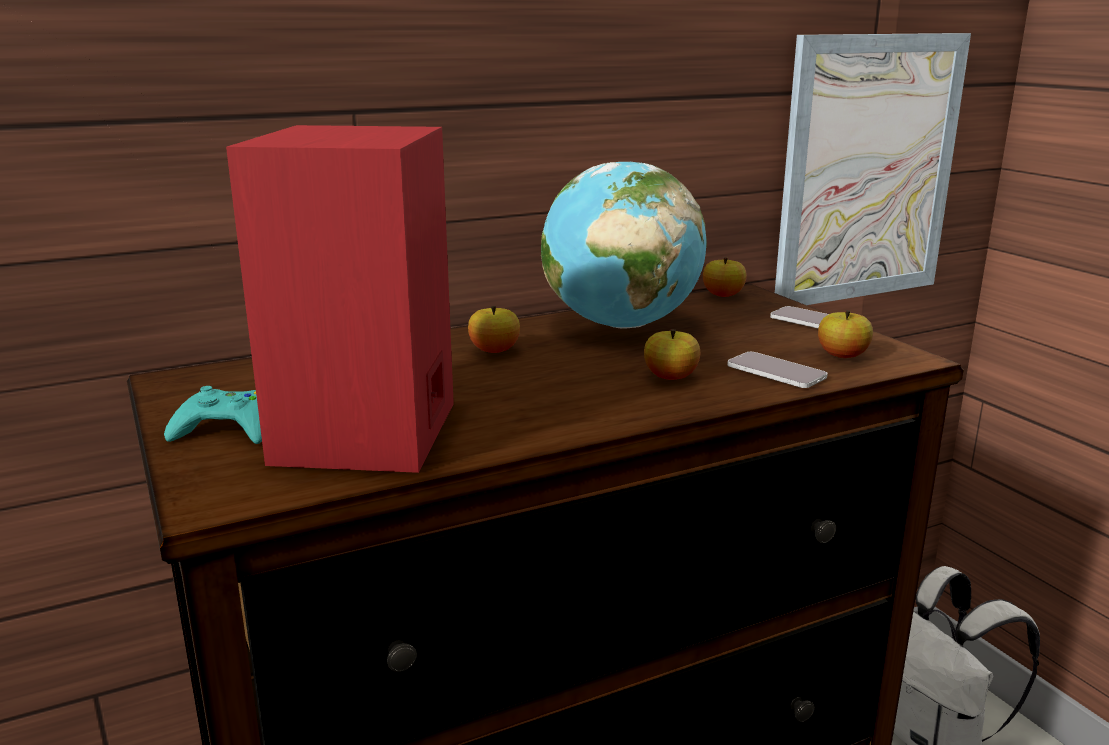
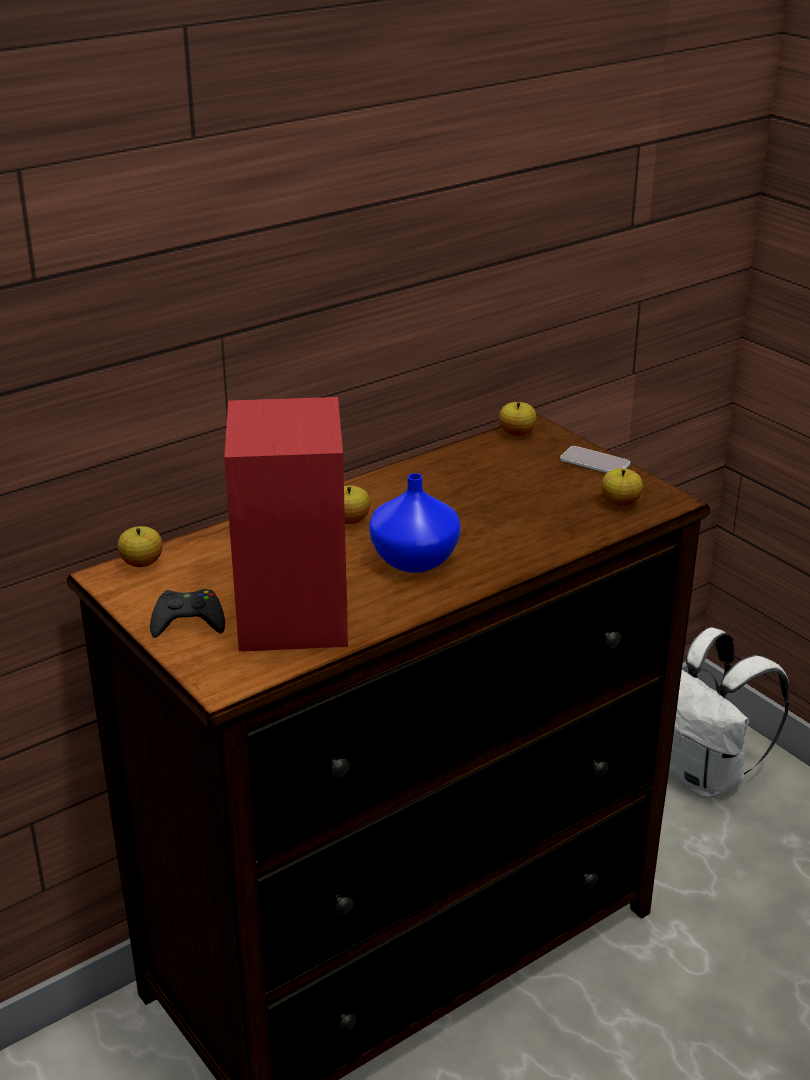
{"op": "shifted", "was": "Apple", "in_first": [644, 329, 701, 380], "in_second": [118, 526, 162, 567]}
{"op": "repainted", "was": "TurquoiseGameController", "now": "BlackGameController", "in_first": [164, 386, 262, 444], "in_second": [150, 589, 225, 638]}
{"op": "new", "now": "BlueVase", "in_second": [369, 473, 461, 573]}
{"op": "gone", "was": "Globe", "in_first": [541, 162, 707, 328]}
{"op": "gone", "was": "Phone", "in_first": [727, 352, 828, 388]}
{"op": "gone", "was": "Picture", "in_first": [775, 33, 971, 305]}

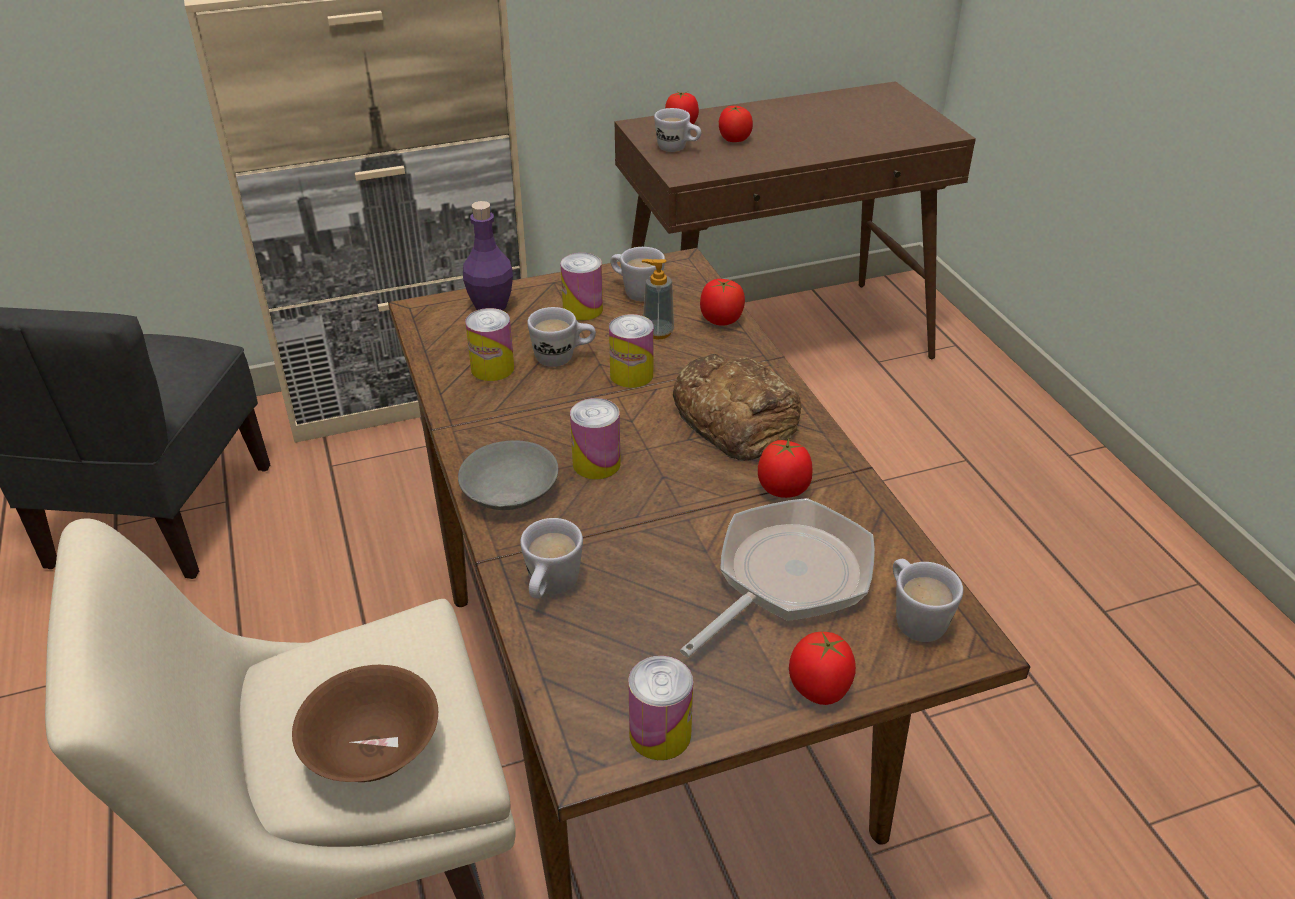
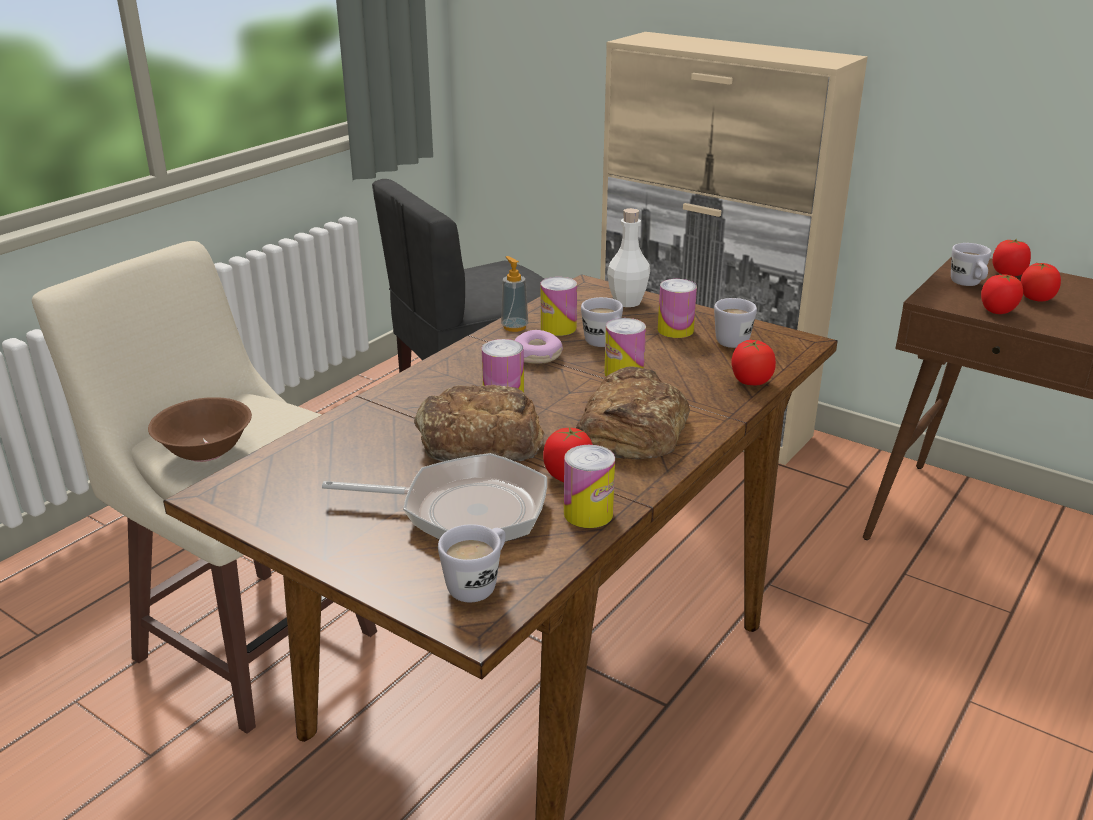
{"op": "new", "now": "Bread", "in_second": [414, 385, 545, 462]}
{"op": "shifted", "was": "SoapDispenser", "in_first": [642, 259, 674, 339], "in_second": [501, 256, 528, 332]}
{"op": "new", "now": "Donut", "in_second": [514, 330, 563, 364]}
{"op": "shifted", "was": "Can", "in_first": [628, 656, 693, 760], "in_second": [564, 445, 615, 528]}
{"op": "repainted", "was": "PurpleBottle", "now": "WhiteBottle", "in_first": [463, 201, 513, 310], "in_second": [607, 208, 650, 307]}
{"op": "shifted", "was": "Tomato", "in_first": [789, 632, 856, 705], "in_second": [981, 274, 1023, 314]}
{"op": "gone", "was": "GreyBowl", "in_first": [458, 440, 558, 510]}
{"op": "gone", "was": "WhiteMug", "in_first": [520, 518, 583, 598]}

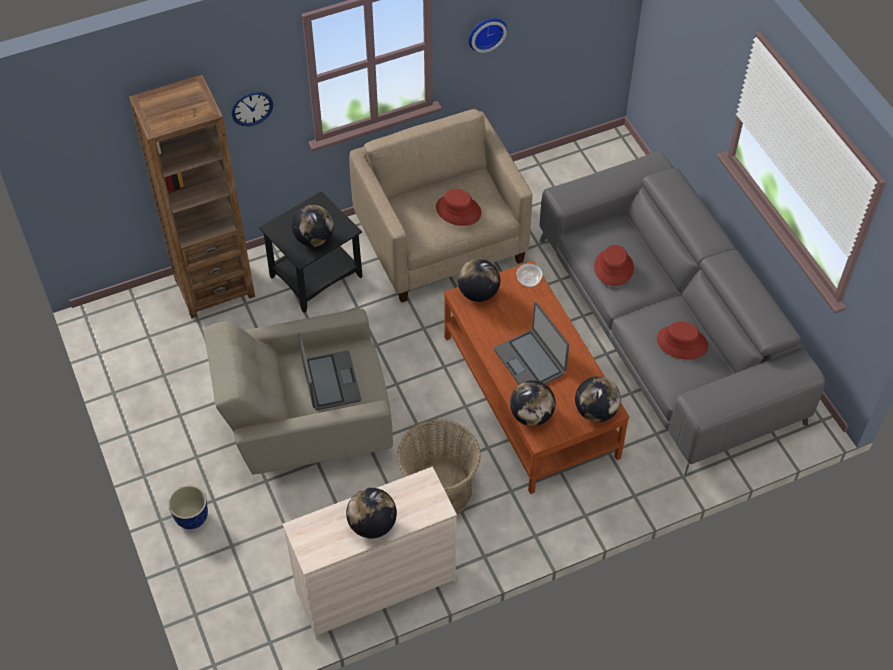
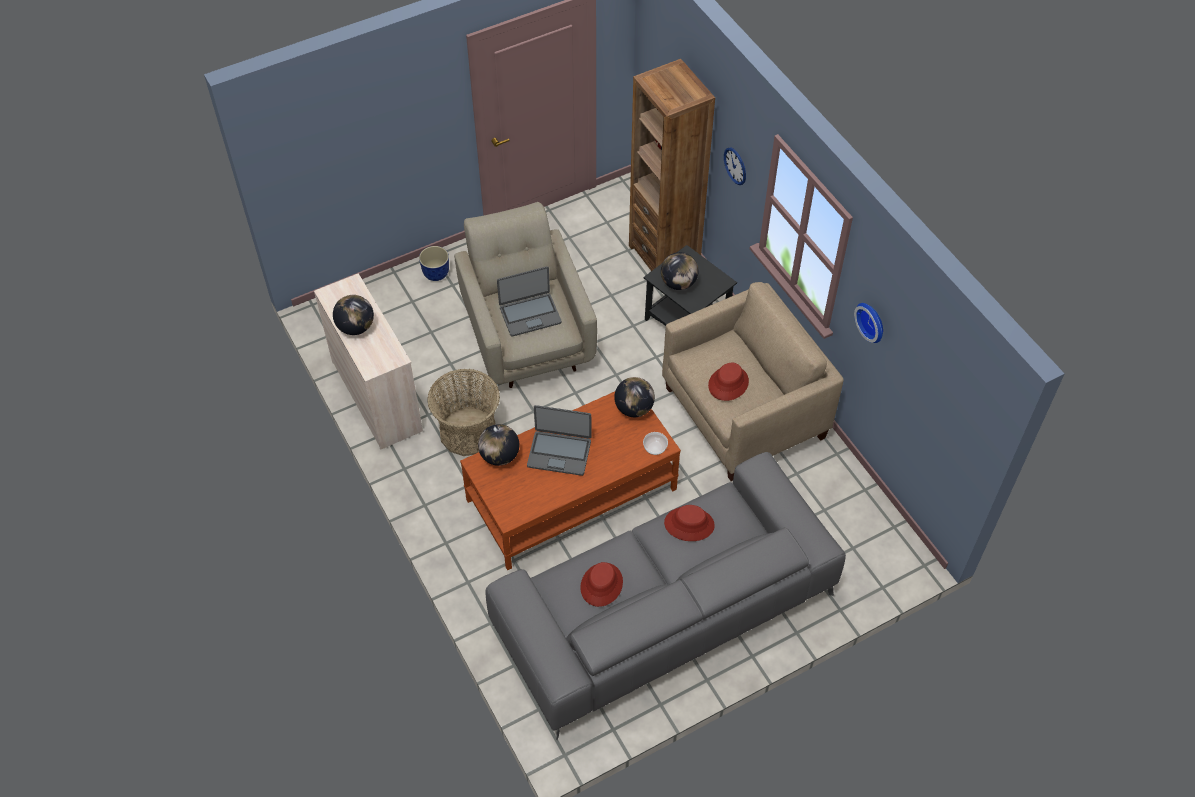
{"op": "rotated", "was": "Laptop", "in_first": [494, 302, 569, 385], "in_second": [527, 405, 591, 476], "clockwise": -135}
{"op": "gone", "was": "Globe", "in_first": [575, 376, 621, 422]}

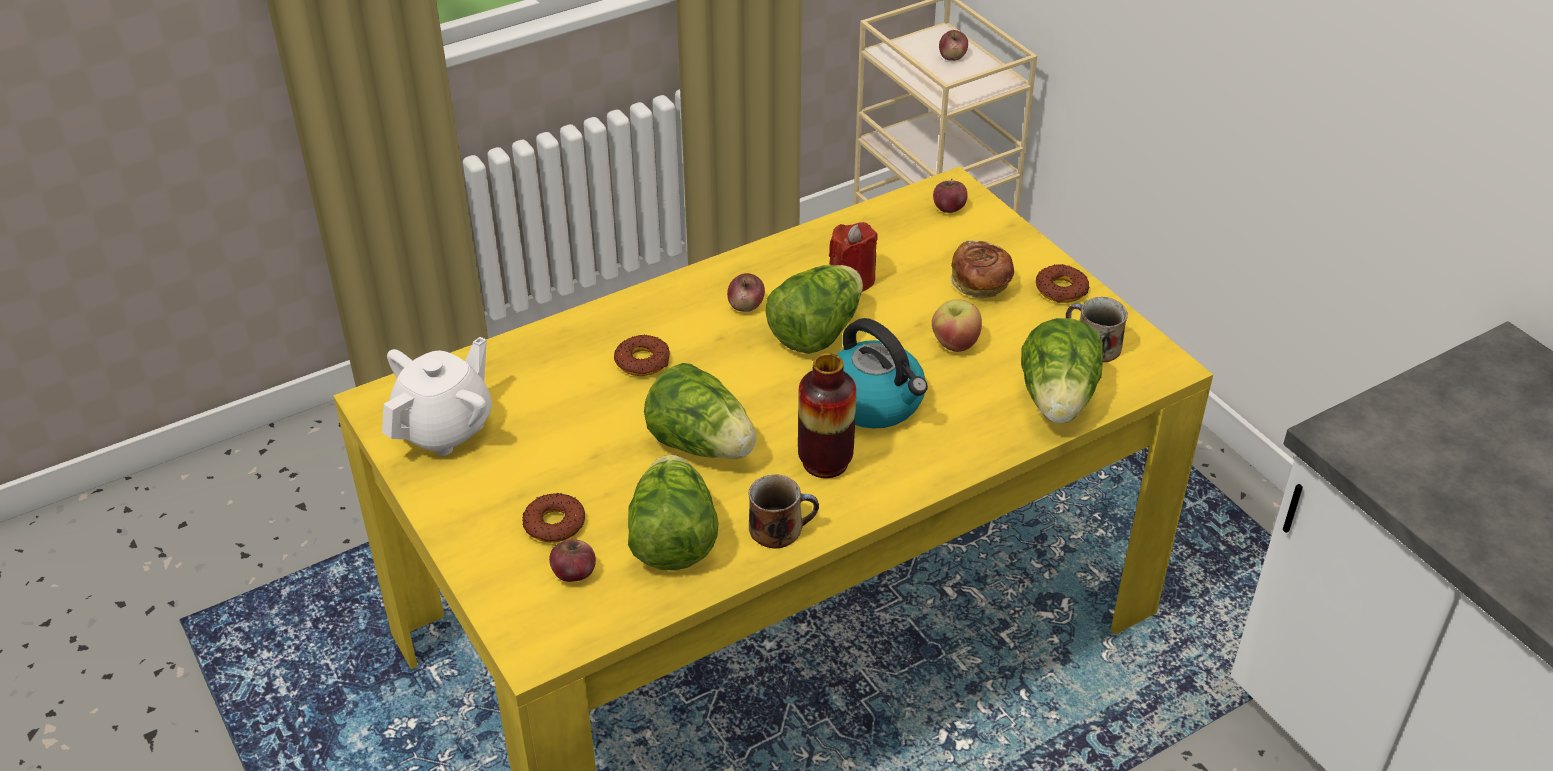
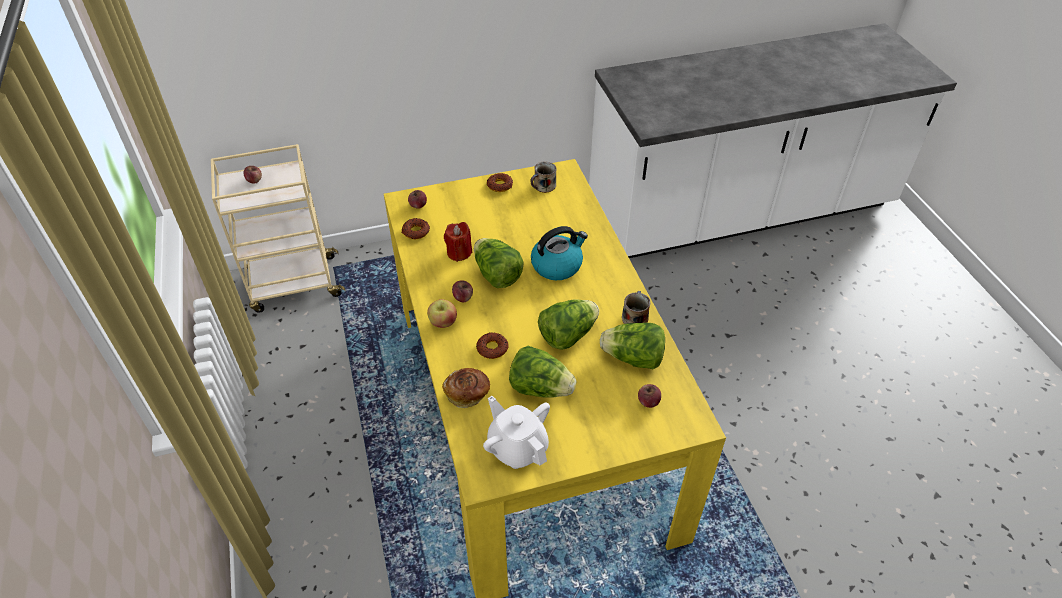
{"op": "shifted", "was": "Donut", "in_first": [522, 493, 585, 543], "in_second": [402, 218, 430, 239]}
{"op": "shifted", "was": "Apple", "in_first": [932, 299, 982, 352], "in_second": [427, 299, 457, 328]}
{"op": "shifted", "was": "Bread", "in_first": [950, 241, 1014, 298], "in_second": [442, 368, 490, 408]}
{"op": "shifted", "was": "Lettuce", "in_first": [1021, 318, 1103, 423], "in_second": [509, 346, 577, 398]}
{"op": "gone", "was": "Vase", "in_first": [798, 353, 856, 478]}

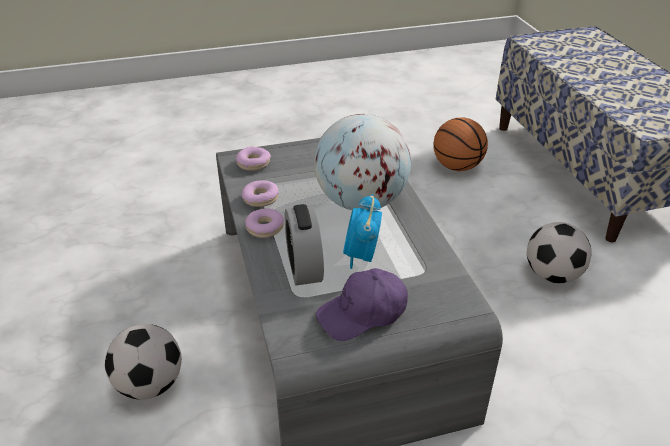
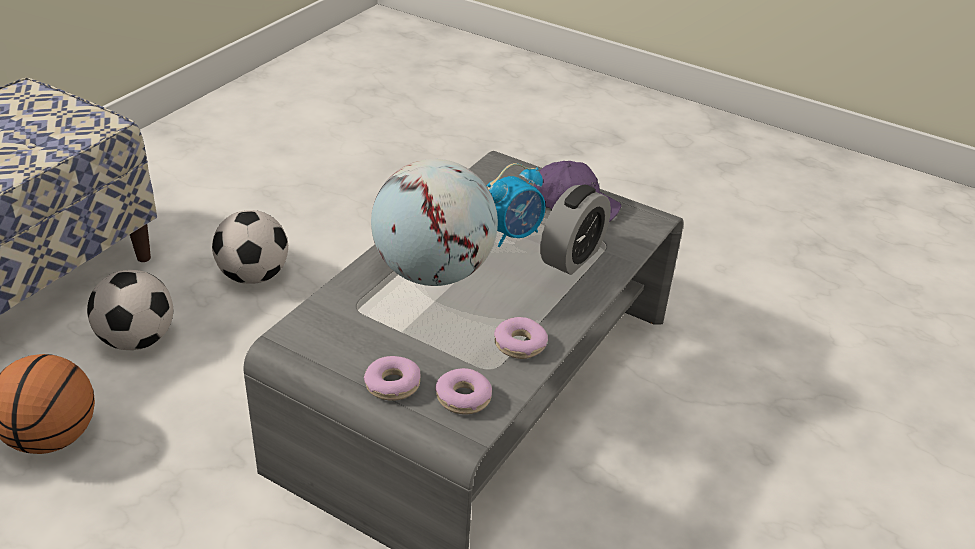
{"op": "shifted", "was": "Football", "in_first": [105, 324, 182, 400], "in_second": [87, 270, 173, 350]}
{"op": "shifted", "was": "Donut", "in_first": [245, 208, 284, 238], "in_second": [364, 356, 421, 401]}

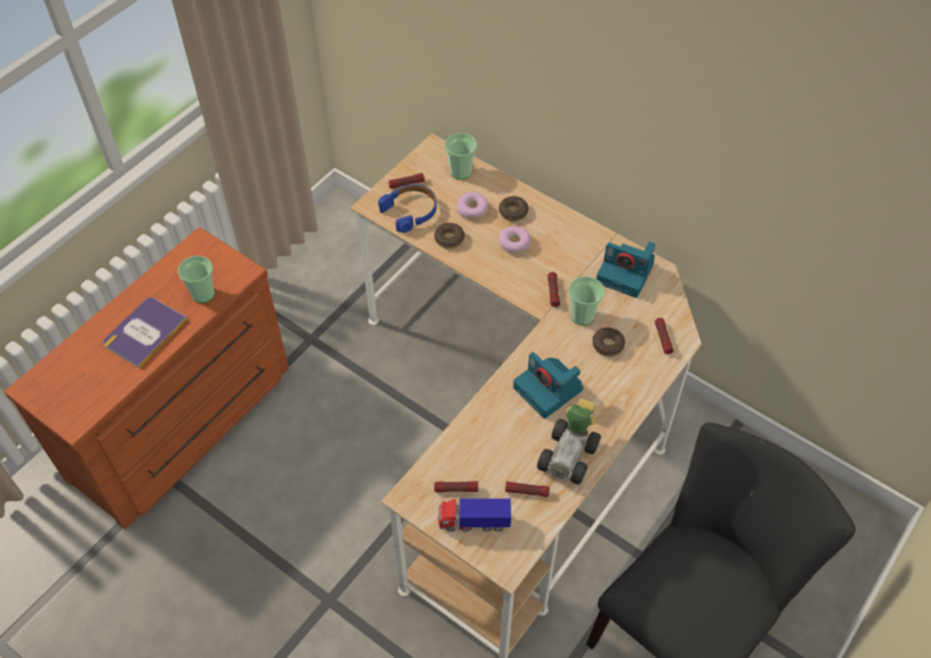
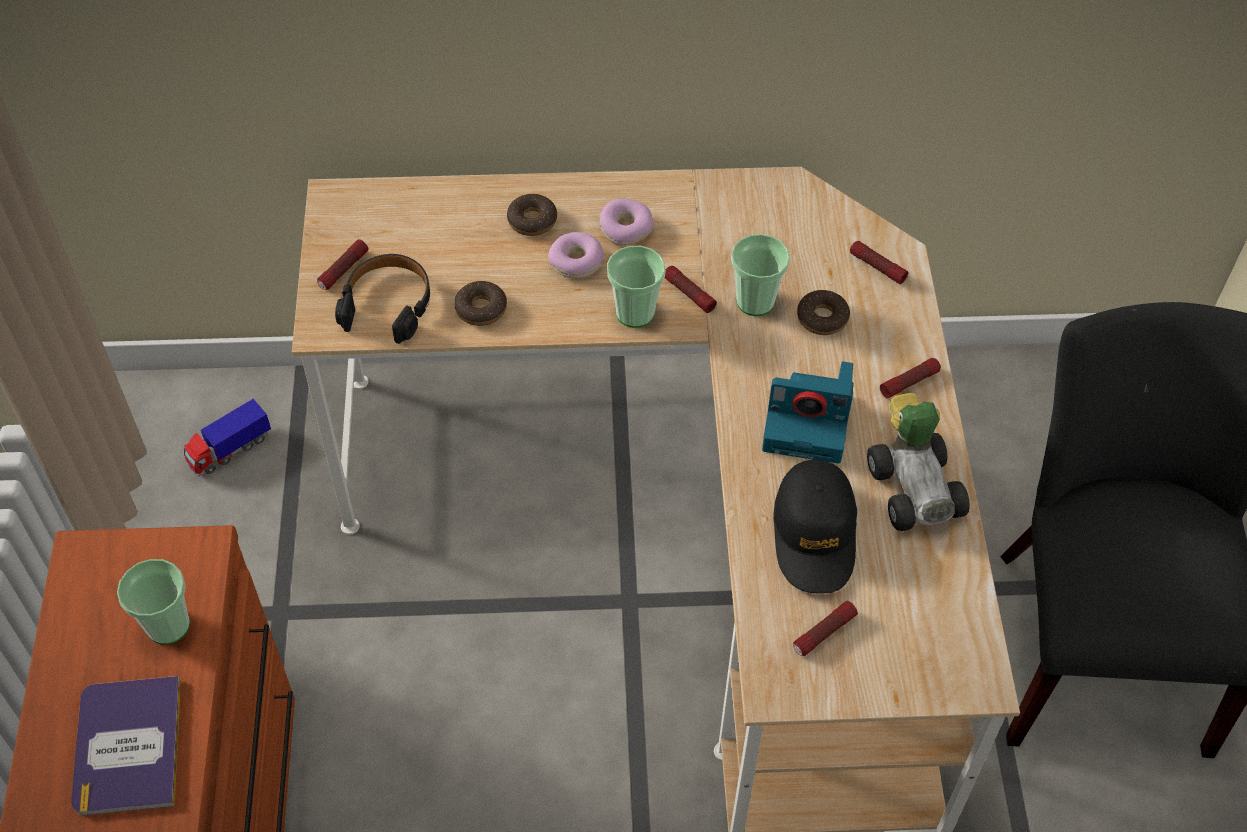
{"op": "shifted", "was": "ToyTruck", "in_first": [438, 498, 511, 532], "in_second": [184, 399, 271, 477]}
{"op": "repainted", "was": "BlueHeadphones", "now": "BlackHeadphones", "in_first": [378, 184, 436, 233], "in_second": [335, 254, 430, 344]}
{"op": "shifted", "was": "Donut", "in_first": [457, 192, 489, 219], "in_second": [600, 199, 654, 245]}
{"op": "shifted", "was": "Cup", "in_first": [445, 133, 477, 180], "in_second": [607, 246, 665, 328]}
{"op": "new", "now": "BlackCap", "in_second": [773, 459, 857, 594]}
{"op": "shifted", "was": "Flashlight", "in_first": [505, 481, 550, 497], "in_second": [880, 358, 941, 399]}
{"op": "gone", "was": "PhotoCamera", "in_first": [596, 242, 655, 298]}

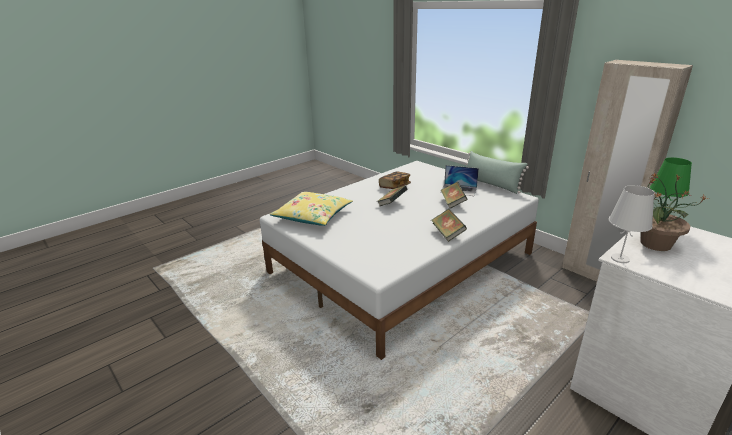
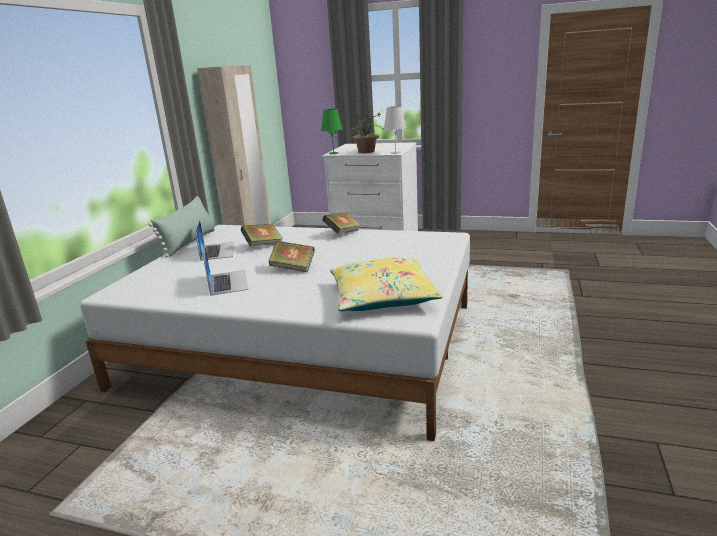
{"op": "swapped", "was": "Book", "now": "Laptop", "in_first": [379, 171, 411, 189], "in_second": [204, 246, 249, 296]}

